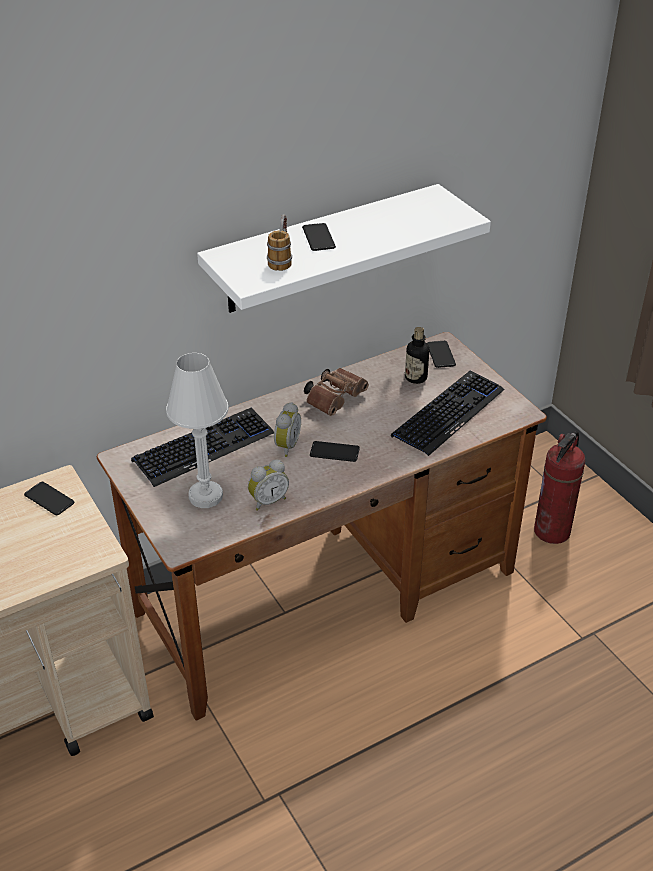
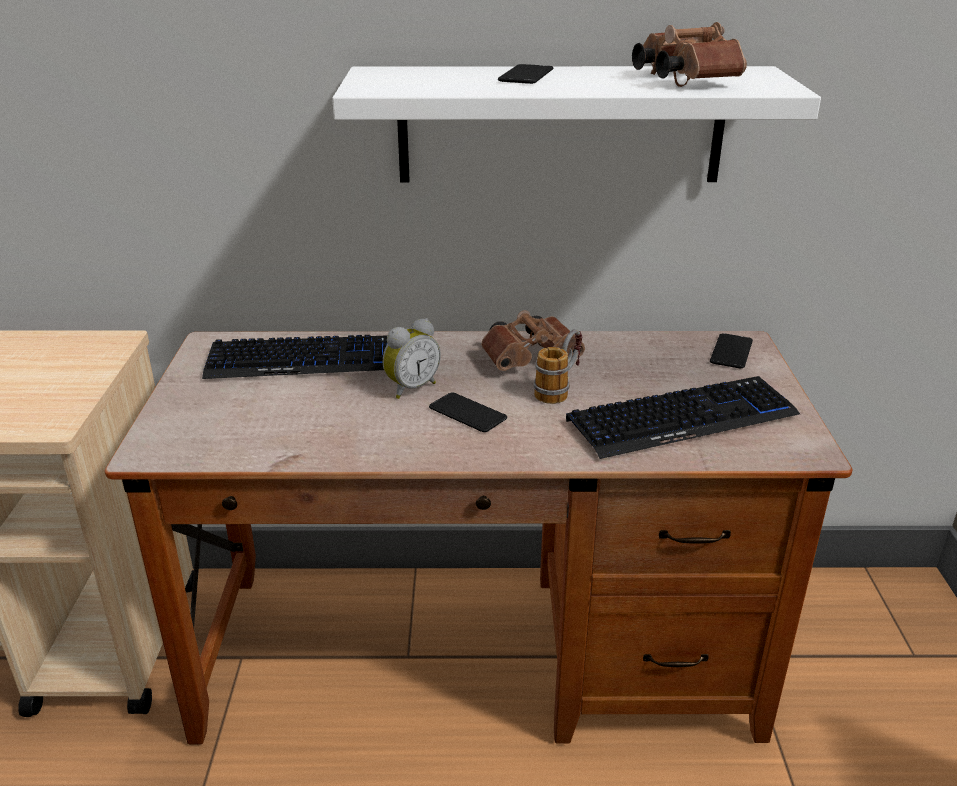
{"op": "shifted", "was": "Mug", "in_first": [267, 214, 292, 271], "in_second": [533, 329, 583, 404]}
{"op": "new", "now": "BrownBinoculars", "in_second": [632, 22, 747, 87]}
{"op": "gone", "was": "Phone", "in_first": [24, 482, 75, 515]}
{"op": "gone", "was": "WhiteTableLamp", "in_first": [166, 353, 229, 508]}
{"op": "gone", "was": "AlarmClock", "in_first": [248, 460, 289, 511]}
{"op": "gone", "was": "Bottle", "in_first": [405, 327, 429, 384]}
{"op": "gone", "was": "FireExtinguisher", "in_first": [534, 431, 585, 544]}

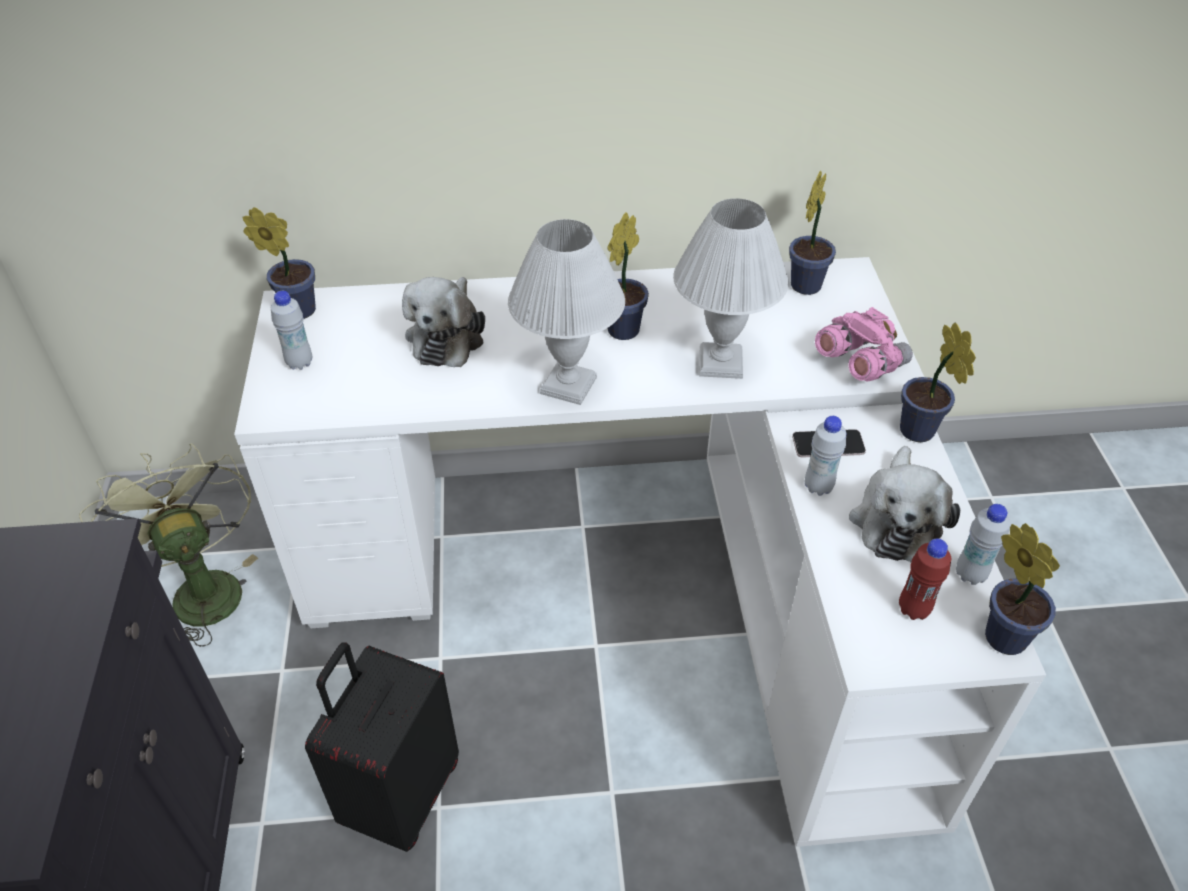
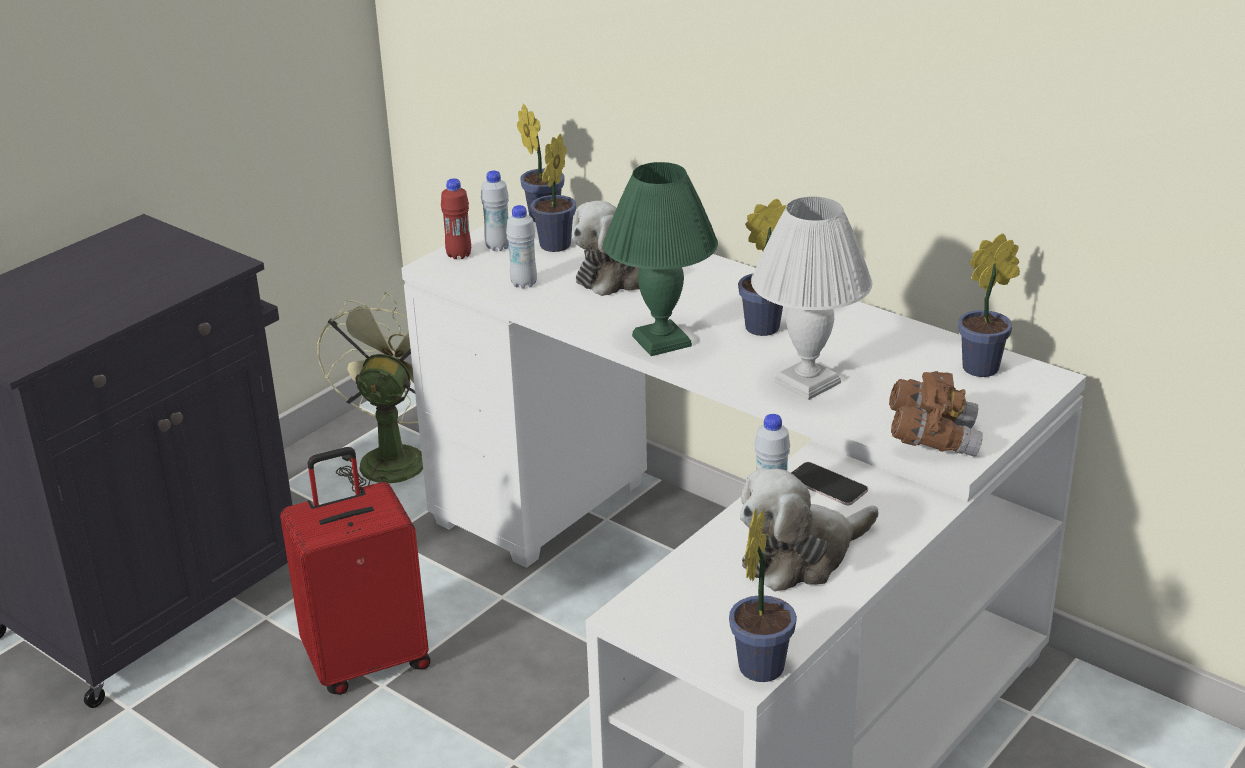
{"op": "repainted", "was": "BlackSuitcase", "now": "RedSuitcase", "in_first": [305, 642, 459, 852], "in_second": [280, 447, 430, 695]}
{"op": "shifted", "was": "RedBottle", "in_first": [899, 538, 951, 620], "in_second": [441, 178, 471, 259]}
{"op": "shifted", "was": "WhiteBottle", "in_first": [956, 504, 1011, 585], "in_second": [506, 205, 537, 289]}
{"op": "shifted", "was": "PottedPlant", "in_first": [900, 322, 976, 442], "in_second": [531, 133, 576, 252]}
{"op": "repainted", "was": "WhiteTableLamp", "now": "GreenTableLamp", "in_first": [508, 219, 625, 405], "in_second": [603, 162, 718, 356]}
{"op": "repainted", "was": "PinkBinoculars", "now": "BrownBinoculars", "in_first": [815, 307, 913, 381], "in_second": [889, 371, 983, 457]}

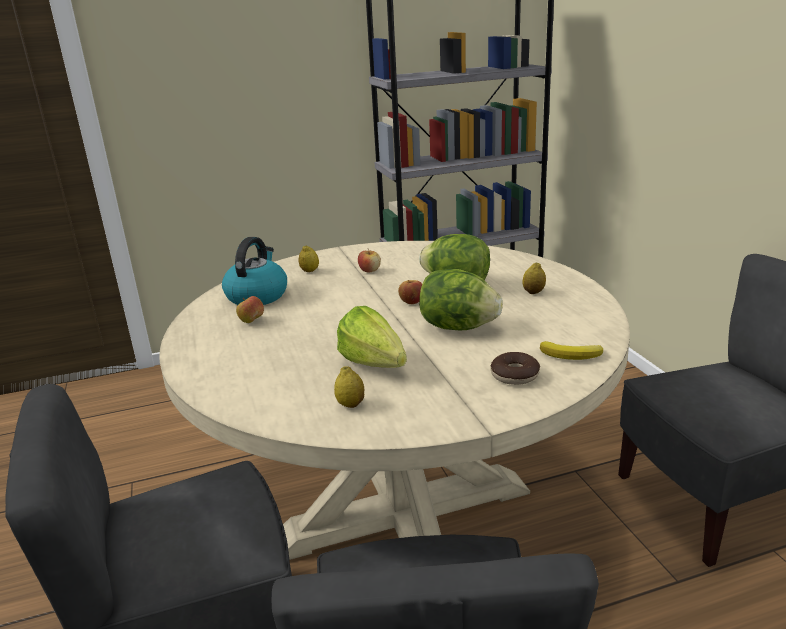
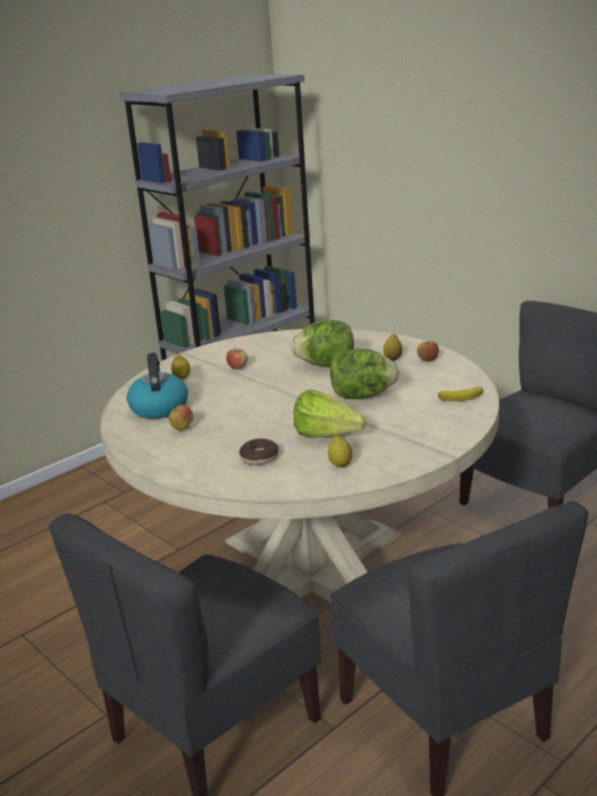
{"op": "shifted", "was": "Donut", "in_first": [491, 352, 540, 385], "in_second": [239, 438, 279, 465]}
{"op": "shifted", "was": "Apple", "in_first": [398, 280, 422, 304], "in_second": [417, 341, 439, 362]}

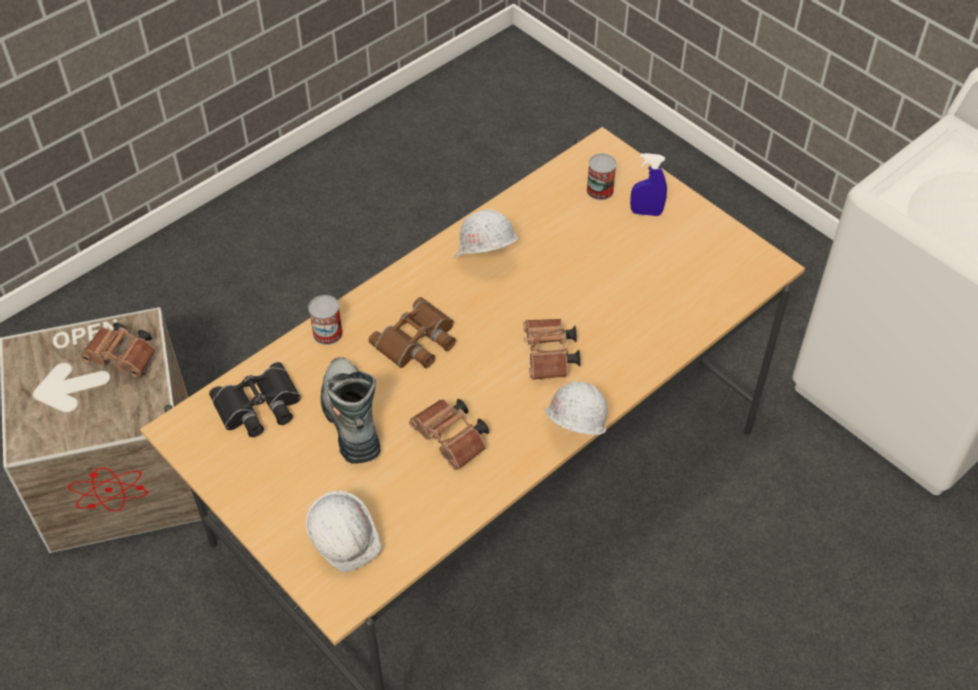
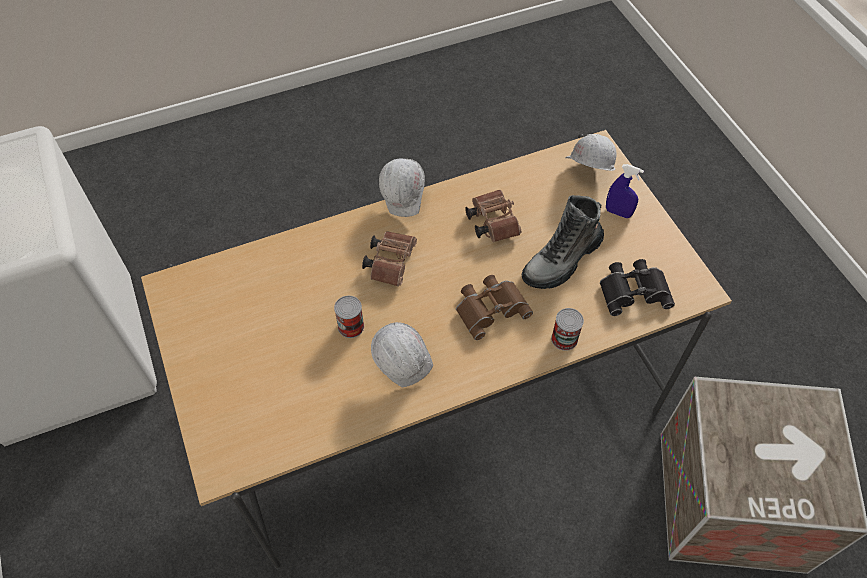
{"op": "shifted", "was": "Can", "in_first": [587, 153, 617, 200], "in_second": [334, 296, 364, 338]}
{"op": "rotated", "was": "Boot", "in_first": [321, 357, 381, 464], "in_second": [522, 195, 604, 289], "clockwise": 45}
{"op": "shifted", "was": "BlueSprayBottle", "in_first": [630, 153, 667, 216], "in_second": [606, 164, 644, 218]}
{"op": "gone", "was": "BrownBinoculars", "in_first": [81, 323, 155, 377]}

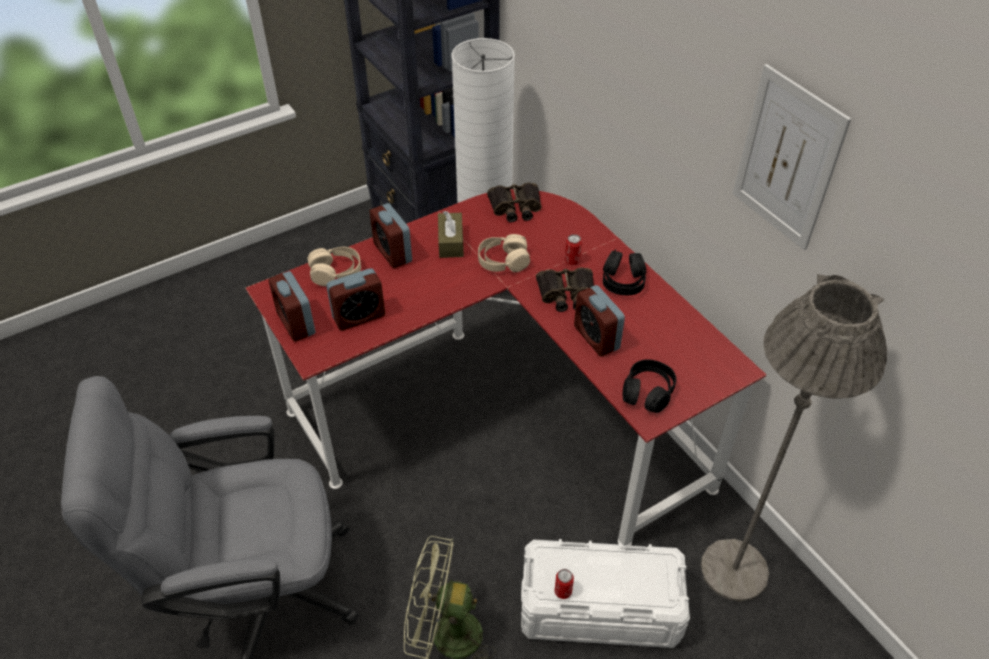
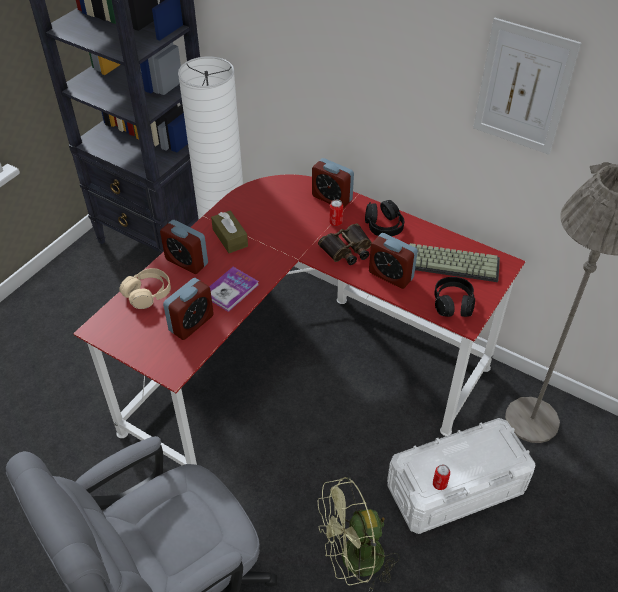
{"op": "new", "now": "Book", "in_second": [209, 267, 259, 312]}
{"op": "shifted", "was": "AlarmClock", "in_first": [269, 271, 315, 342], "in_second": [312, 158, 354, 209]}
{"op": "new", "now": "Keyboard", "in_second": [410, 243, 500, 282]}
{"op": "gone", "was": "BeigeHeadphones", "in_first": [478, 234, 530, 272]}
{"op": "gone", "was": "Binoculars", "in_first": [487, 182, 541, 222]}

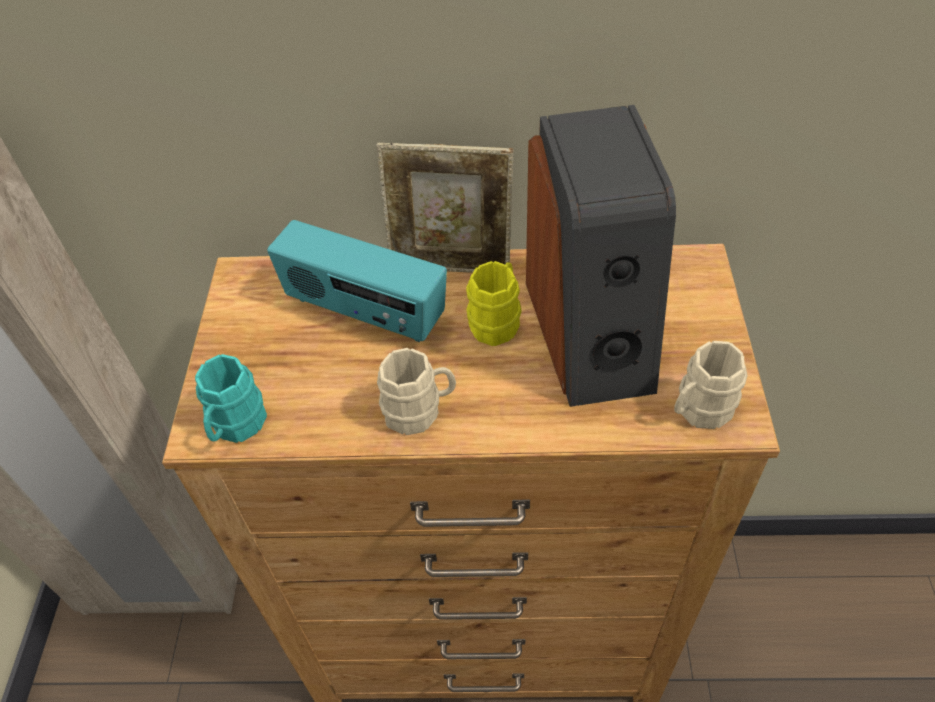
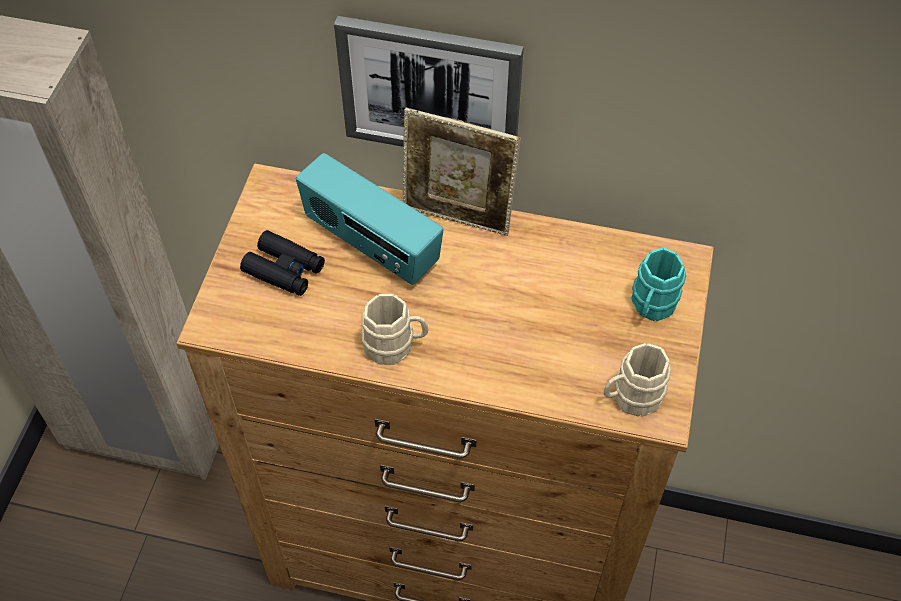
{"op": "new", "now": "BlackBinoculars", "in_second": [240, 230, 325, 296]}
{"op": "new", "now": "Picture", "in_second": [334, 16, 524, 147]}
{"op": "shifted", "was": "TurquoiseMug", "in_first": [195, 354, 267, 443], "in_second": [632, 248, 686, 321]}
{"op": "gone", "was": "YellowMug", "in_first": [466, 261, 522, 346]}
{"op": "gone", "was": "Speaker", "in_first": [526, 105, 676, 407]}

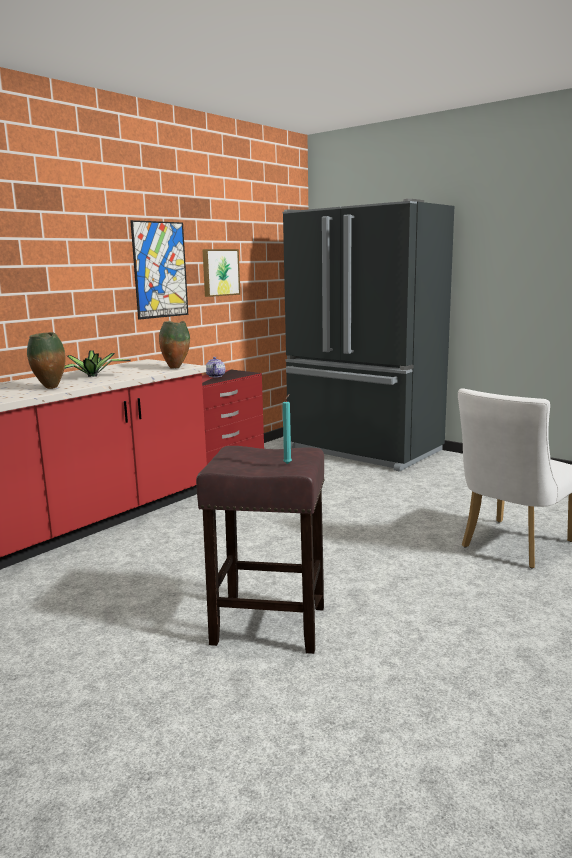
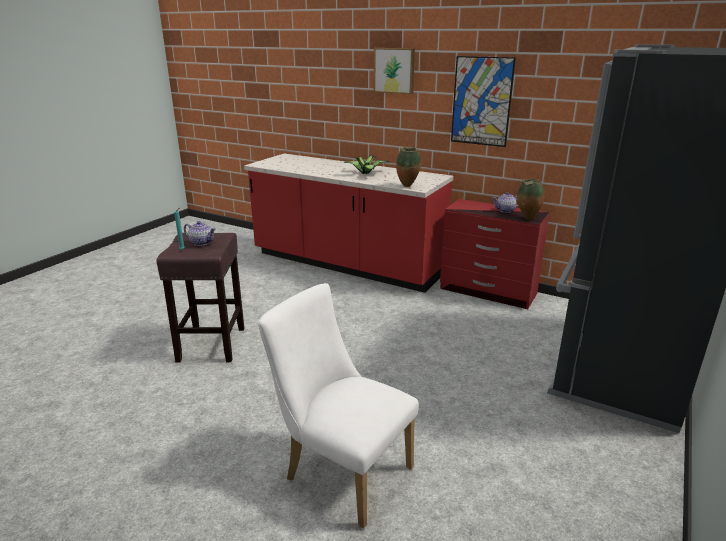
{"op": "new", "now": "Teapot", "in_second": [184, 221, 216, 246]}
{"op": "shifted", "was": "Picture", "in_first": [202, 249, 240, 297], "in_second": [374, 48, 415, 94]}
{"op": "shifted", "was": "Vase", "in_first": [27, 332, 65, 389], "in_second": [517, 179, 545, 220]}

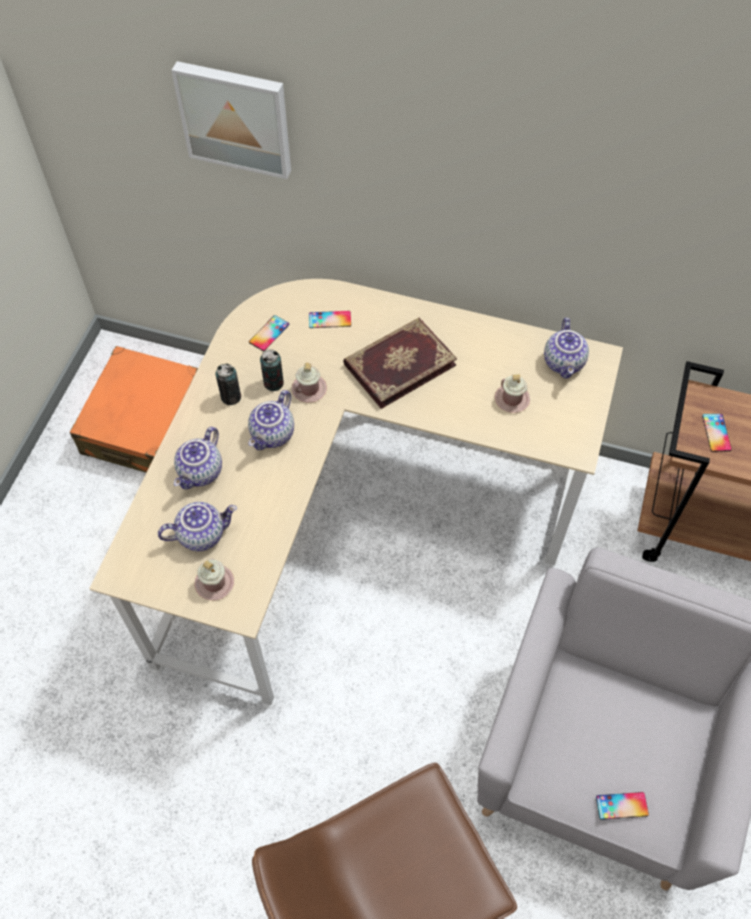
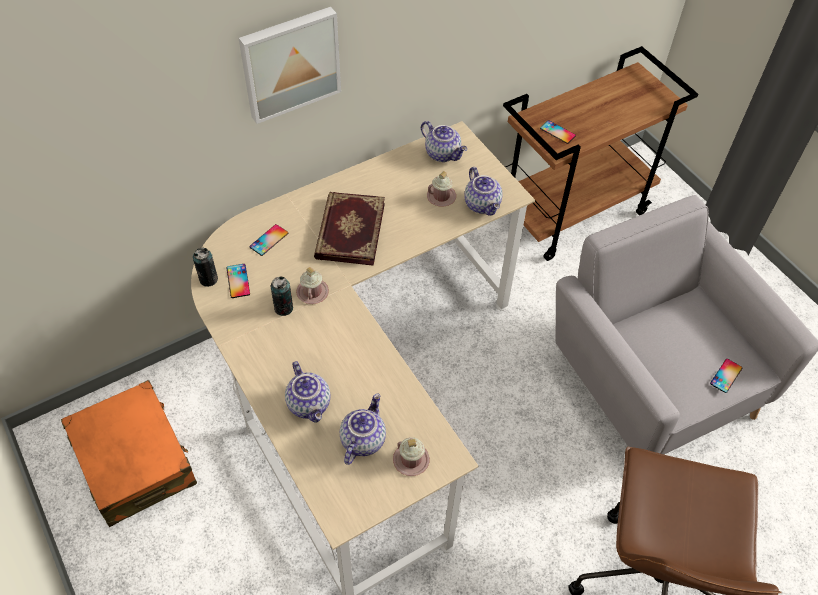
{"op": "shifted", "was": "Can", "in_first": [216, 363, 241, 405], "in_second": [193, 248, 218, 287]}
{"op": "shifted", "was": "Picture", "in_first": [171, 61, 291, 179], "in_second": [239, 7, 341, 124]}
{"op": "shifted", "was": "Teapot", "in_first": [248, 390, 294, 450], "in_second": [464, 167, 502, 216]}

